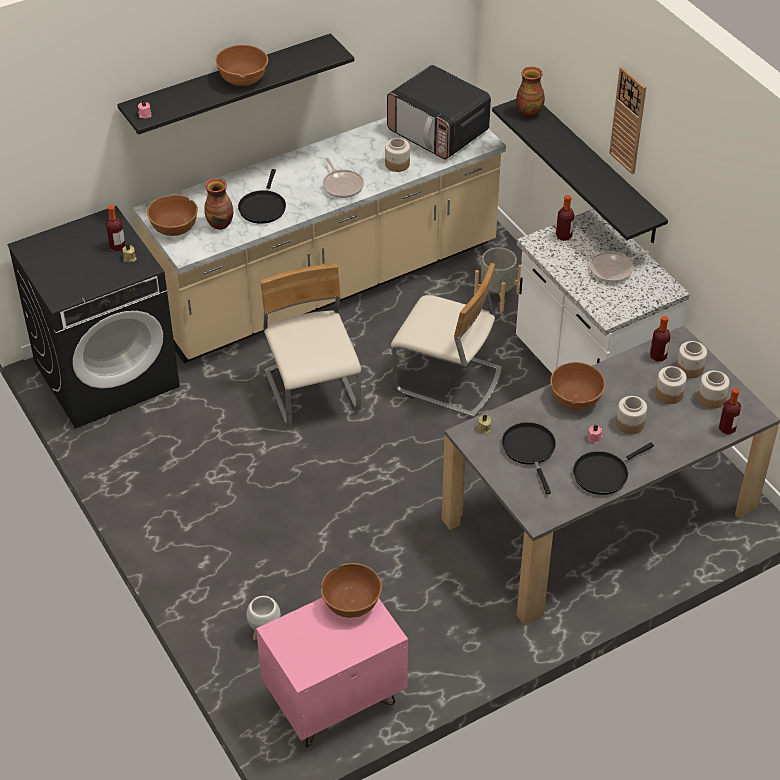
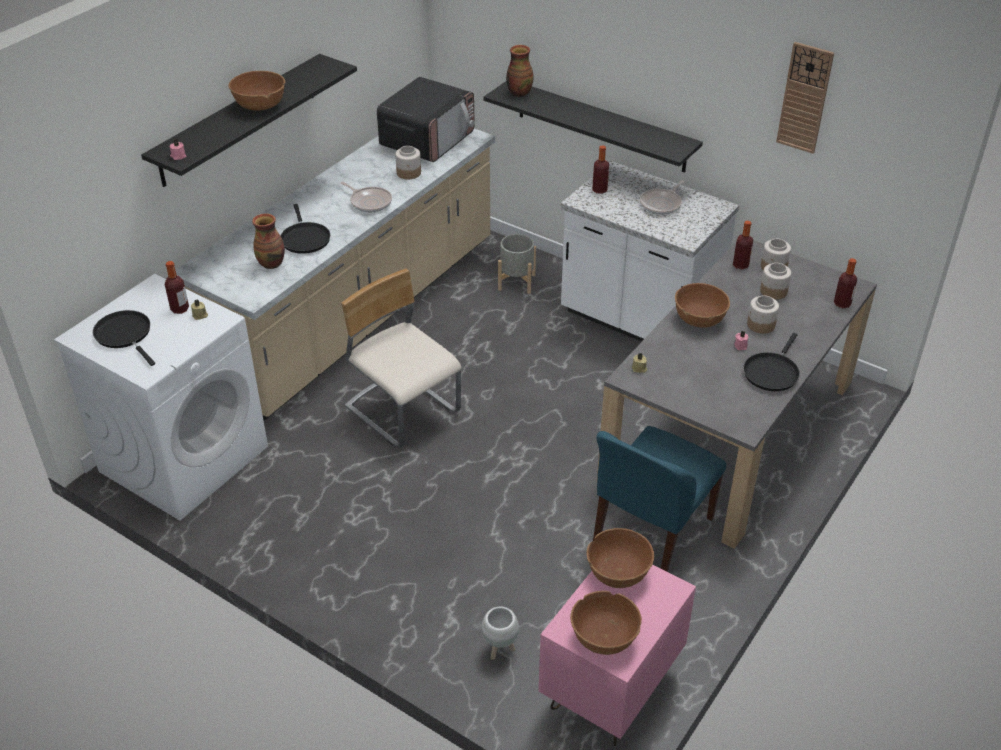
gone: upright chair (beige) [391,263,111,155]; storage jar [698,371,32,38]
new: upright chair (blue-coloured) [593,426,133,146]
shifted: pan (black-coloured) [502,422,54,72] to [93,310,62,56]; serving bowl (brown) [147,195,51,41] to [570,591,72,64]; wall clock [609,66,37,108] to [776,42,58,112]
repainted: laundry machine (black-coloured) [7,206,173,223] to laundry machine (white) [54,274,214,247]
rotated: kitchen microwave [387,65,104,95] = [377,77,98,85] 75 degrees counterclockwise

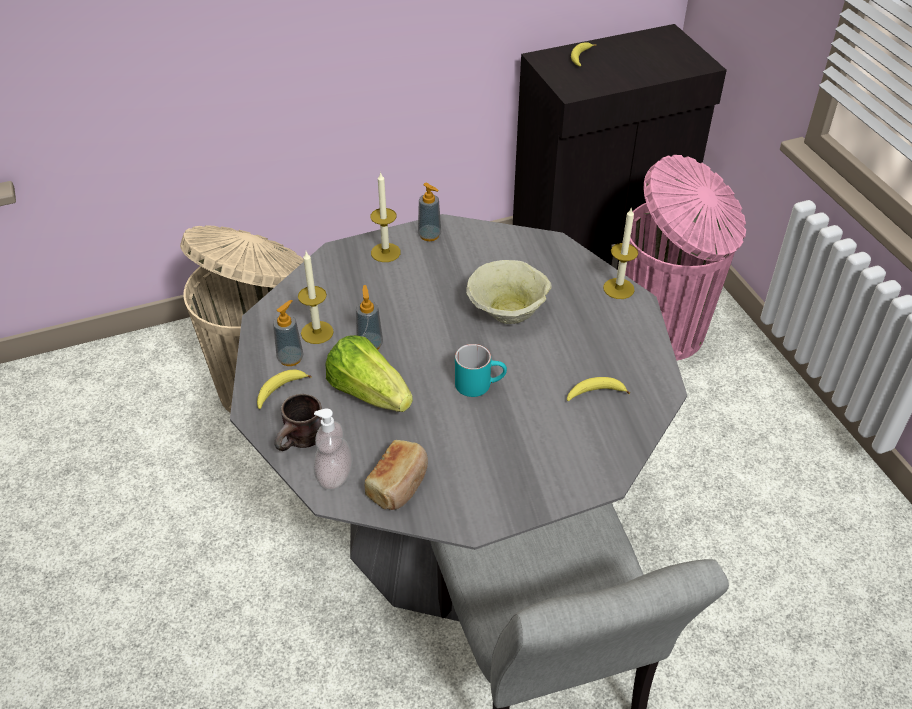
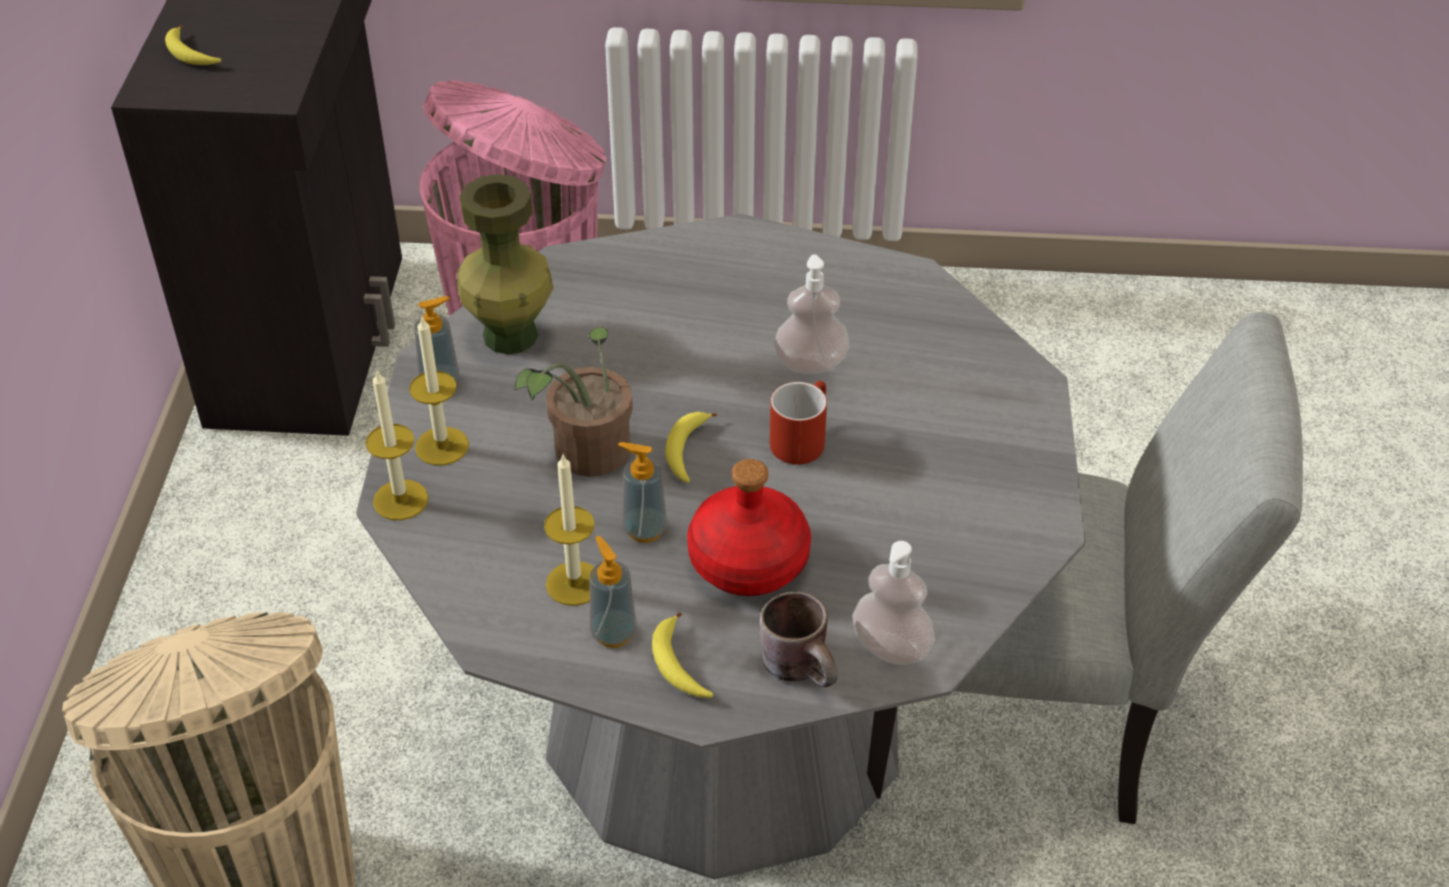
gone: bakery bread [364,440,64,70]; serving bowl (beige) [466,260,86,64]
new: flower vase (greenish) [457,174,96,181]; potted plant [514,327,119,150]; liquid soap bottle [774,255,76,119]
shifted: wax light [603,207,35,92] to [366,371,63,149]; banana [567,377,63,24] to [665,412,52,71]
swapped: lettuce [325,335,88,77] to bottle (red) [687,459,124,137]
repainted: coffee mug (turquoise) [455,344,52,53] to coffee mug (red) [770,381,57,84]

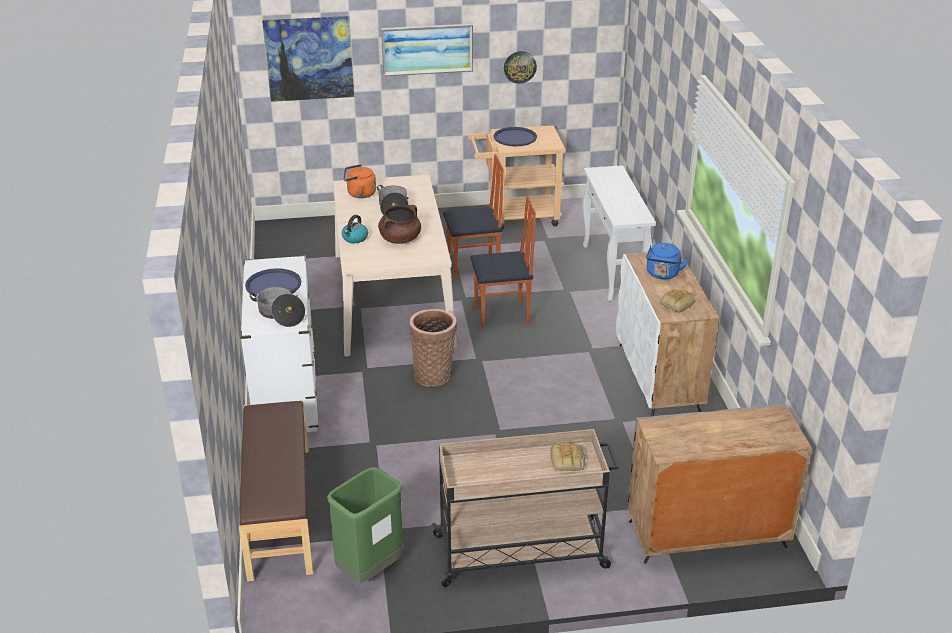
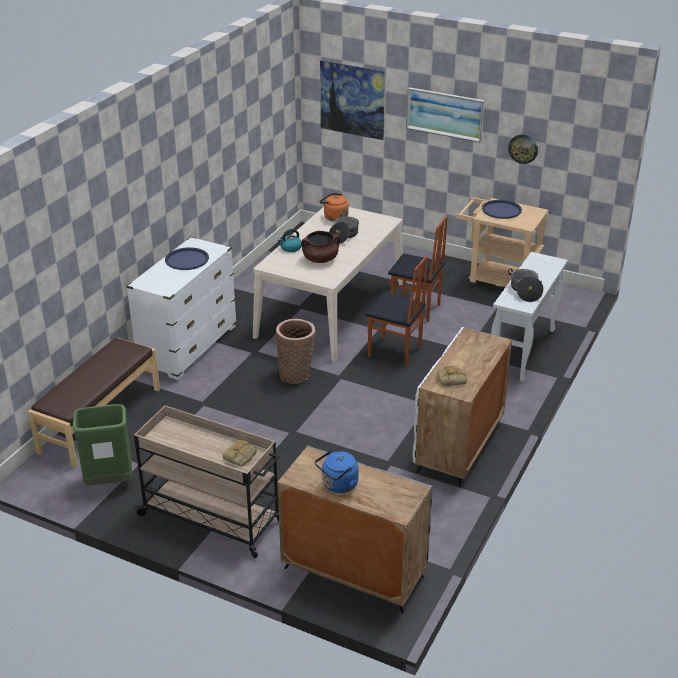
shifted: water kettle (blue-coloured) [646,243,43,36] to [315,451,44,42]; cooking pot [250,286,55,41] to [508,268,36,34]

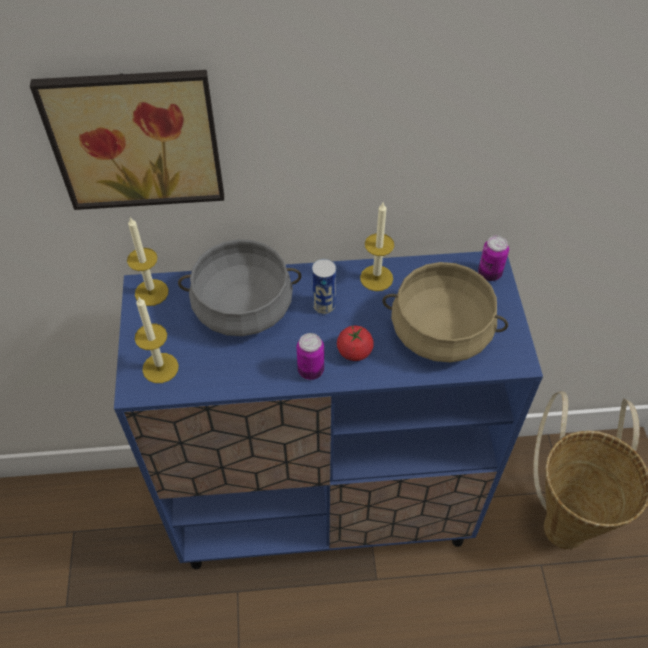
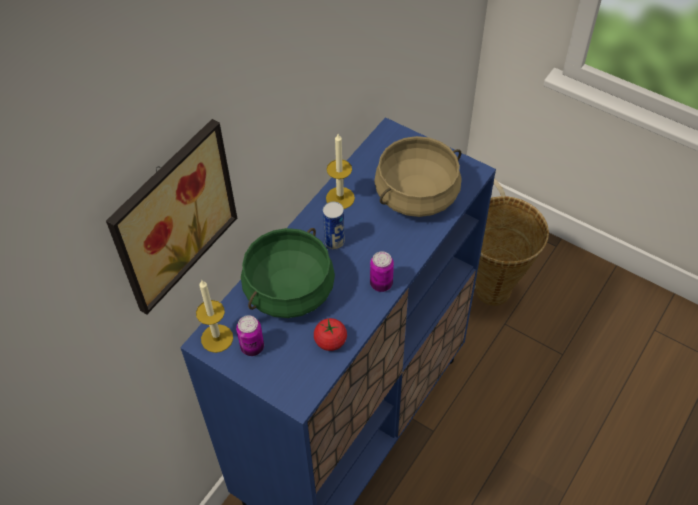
gone: wax light [135,296,44,87]
shifted: sealed can [478,236,31,45] to [236,315,28,41]; fresh tomato [337,326,37,35] to [314,318,33,33]
repainted: cooking pot (gray) [178,239,124,97] to cooking pot (greenish) [241,228,94,90]

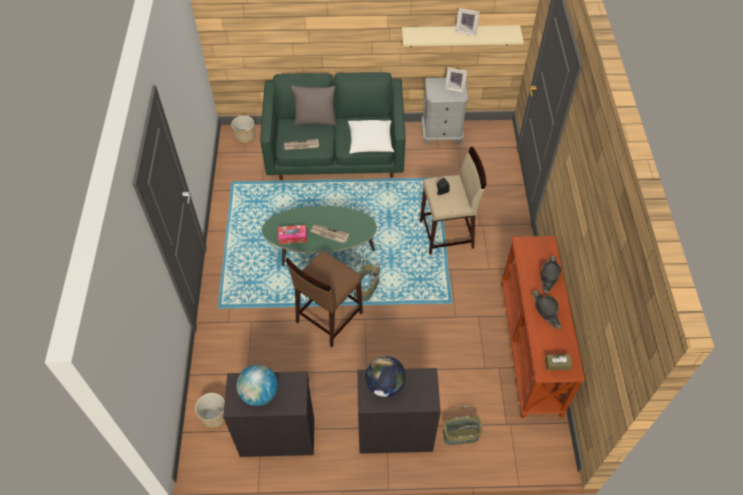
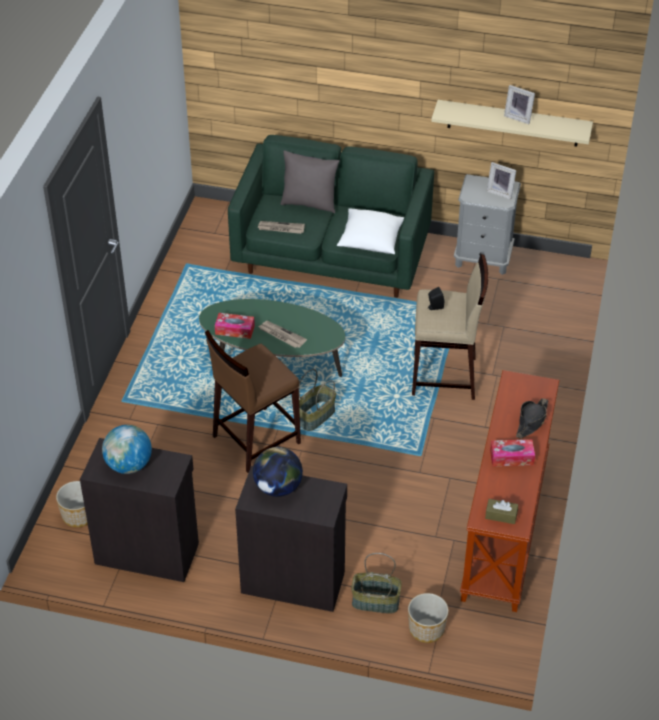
shifted: plant pot [231,115,24,29] to [408,593,40,50]
swapped: hat (black-coloured) [532,290,30,39] to box of tissues [490,439,45,27]

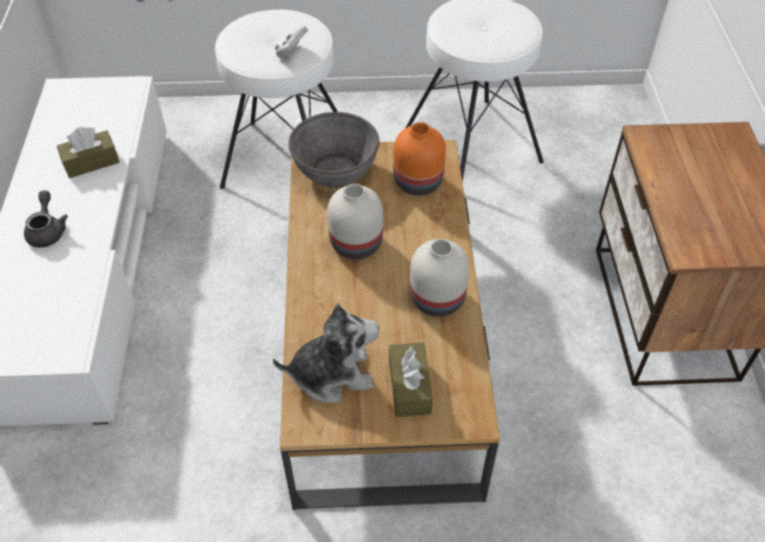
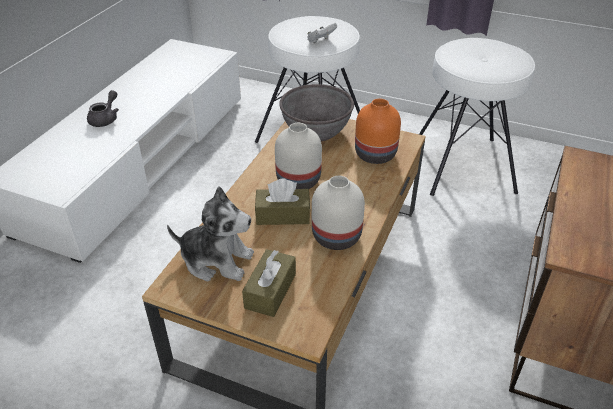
shifted: box of tissues (brown) [57,127,62,51] to [255,178,55,47]

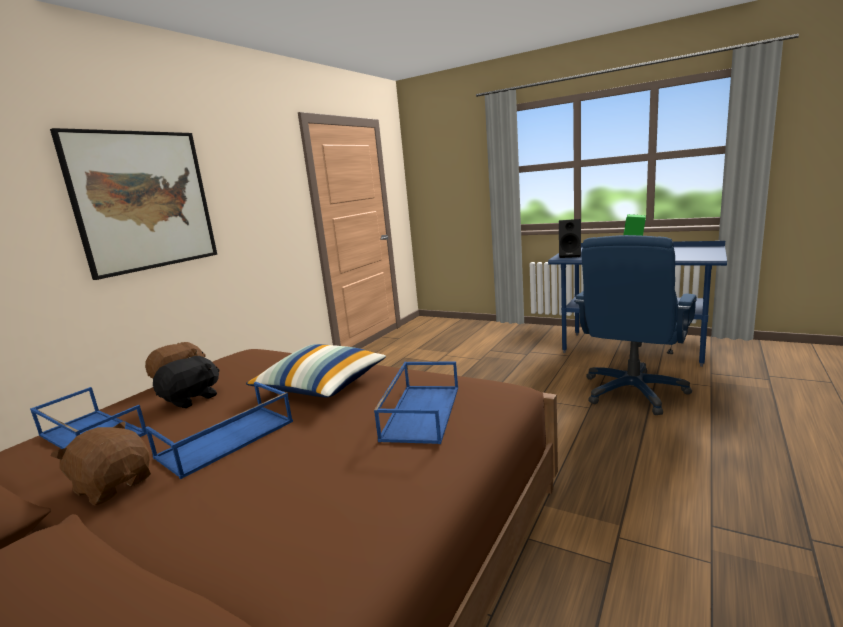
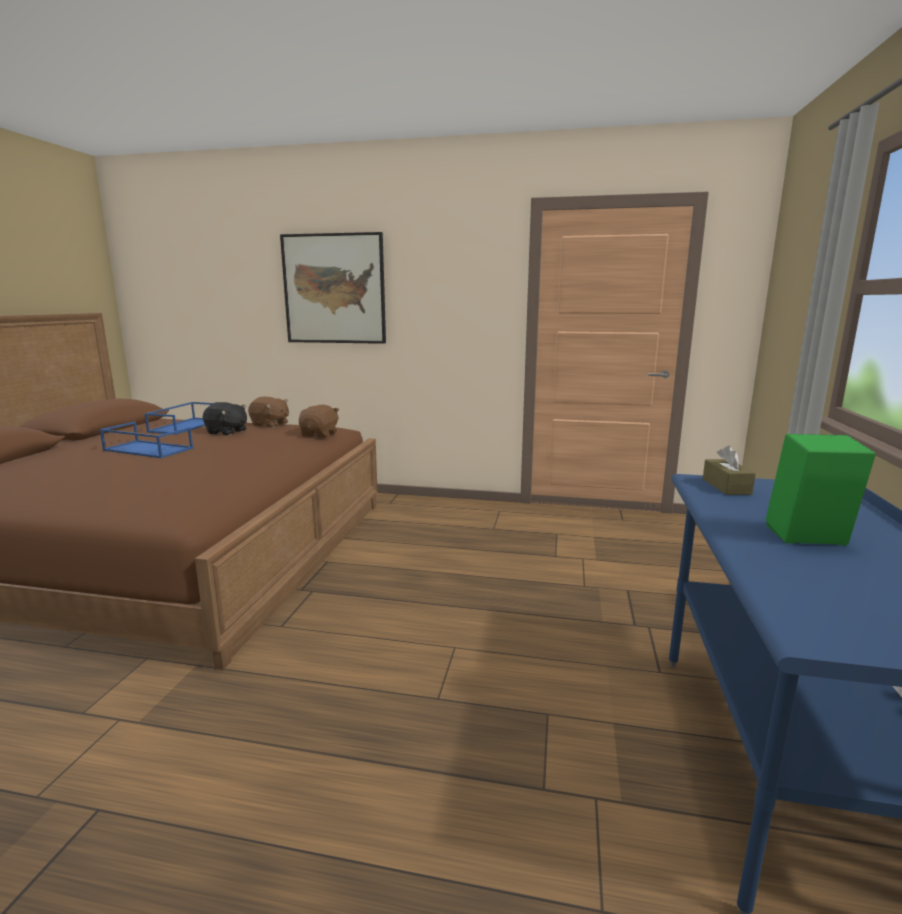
gone: throw pillow [246,344,140,54]; carrying tray (blue-coloured) [374,361,84,83]; desk chair (blue-coloured) [574,235,123,180]
shifted: plush toy (brown) [51,421,100,85] to [299,404,40,34]
swapped: loudspeaker (black-coloured) [559,219,22,39] to box of tissues (brown) [703,445,53,50]

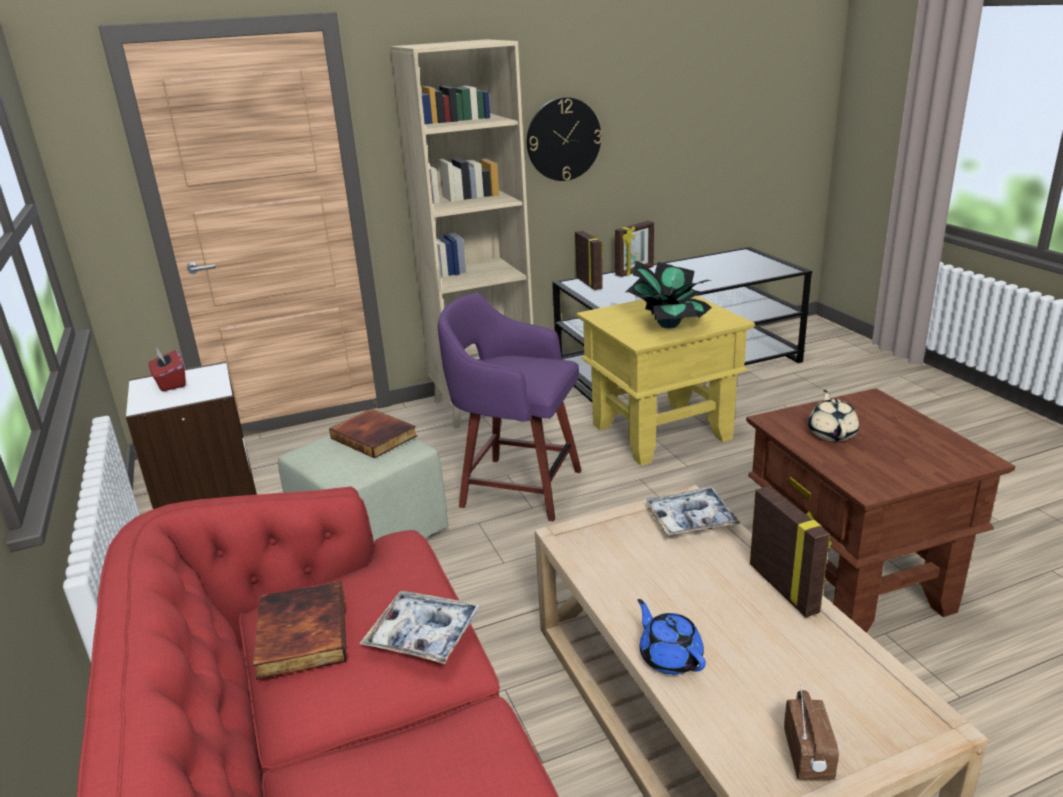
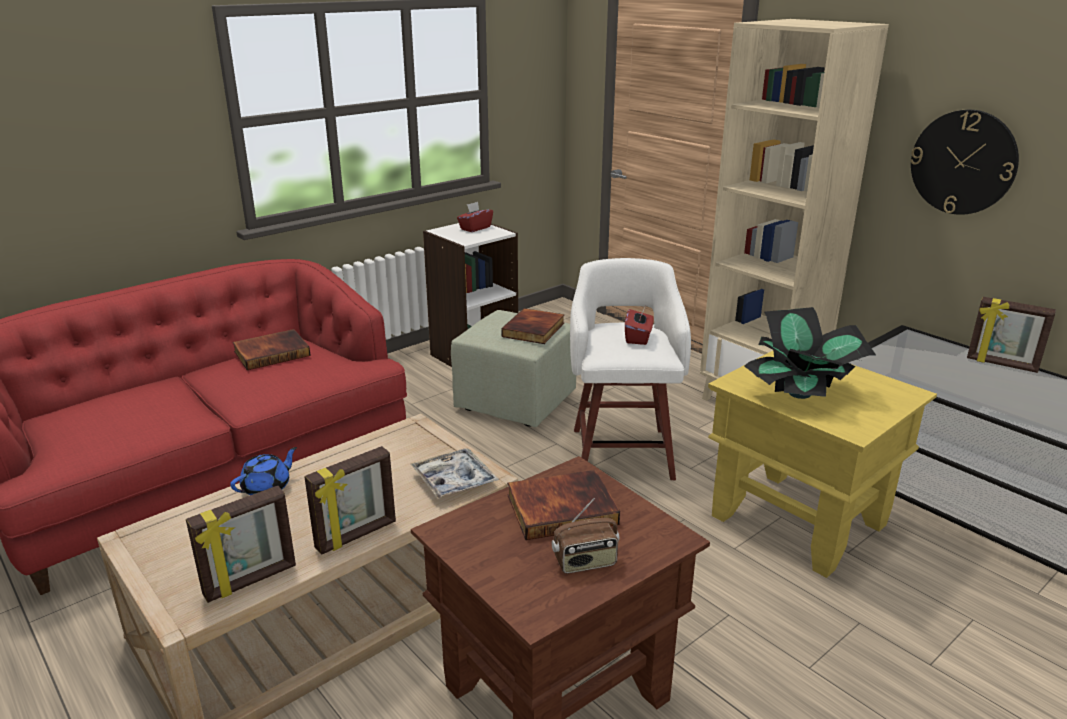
gone: carrying tray [359,591,122,73]
new: box of tissues (red) [625,308,29,37]
shifted: picture frame [575,231,29,59] to [186,486,110,117]; radio [784,684,56,96] to [552,498,67,76]
swapped: teapot (beige) [808,390,51,52] to volume [507,470,113,70]
repainted: stool (purplish) [438,293,143,228] to stool (white) [570,258,121,222]

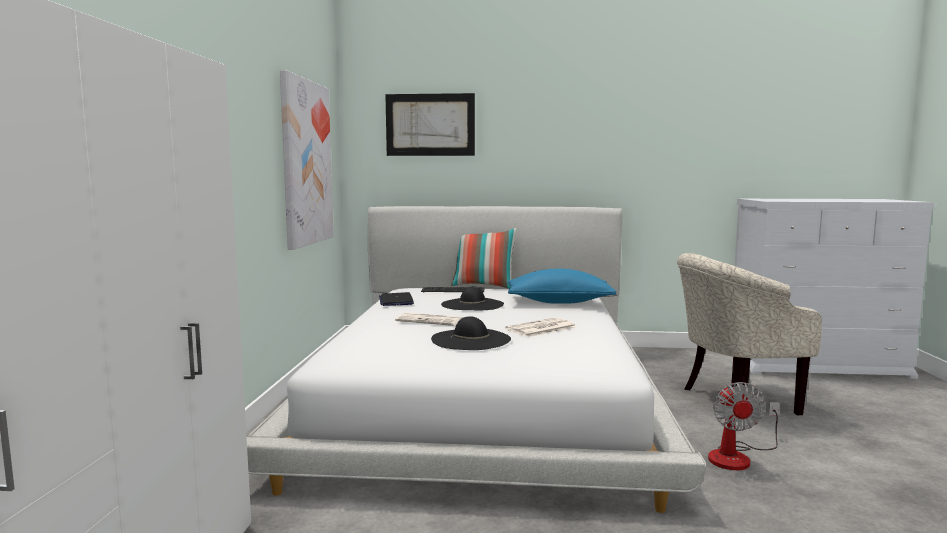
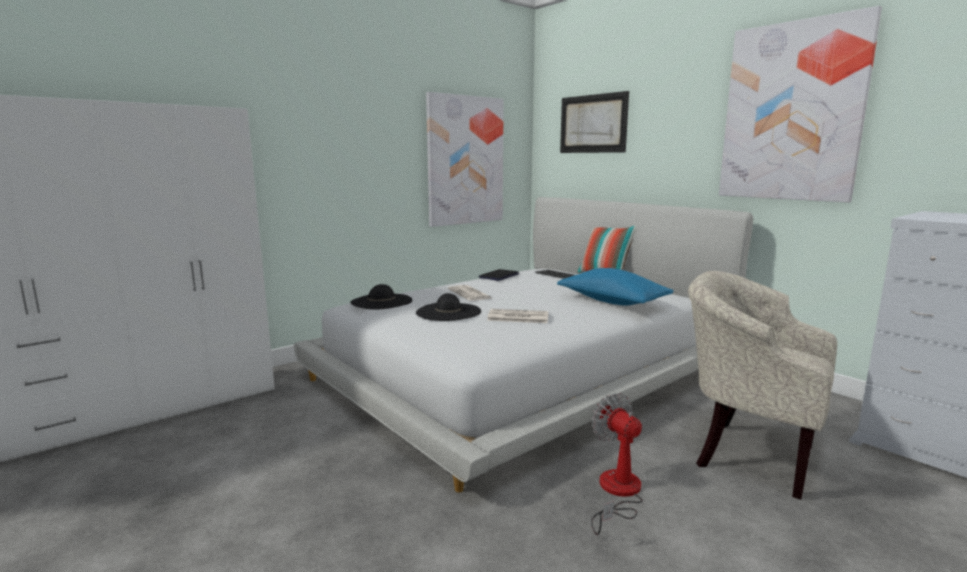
new: wall art [719,6,163,197]
shifted: hat (black-coloured) [441,286,63,24] to [350,284,62,26]
rotated: fan [708,382,71,88] = [591,393,52,142] 105 degrees clockwise

